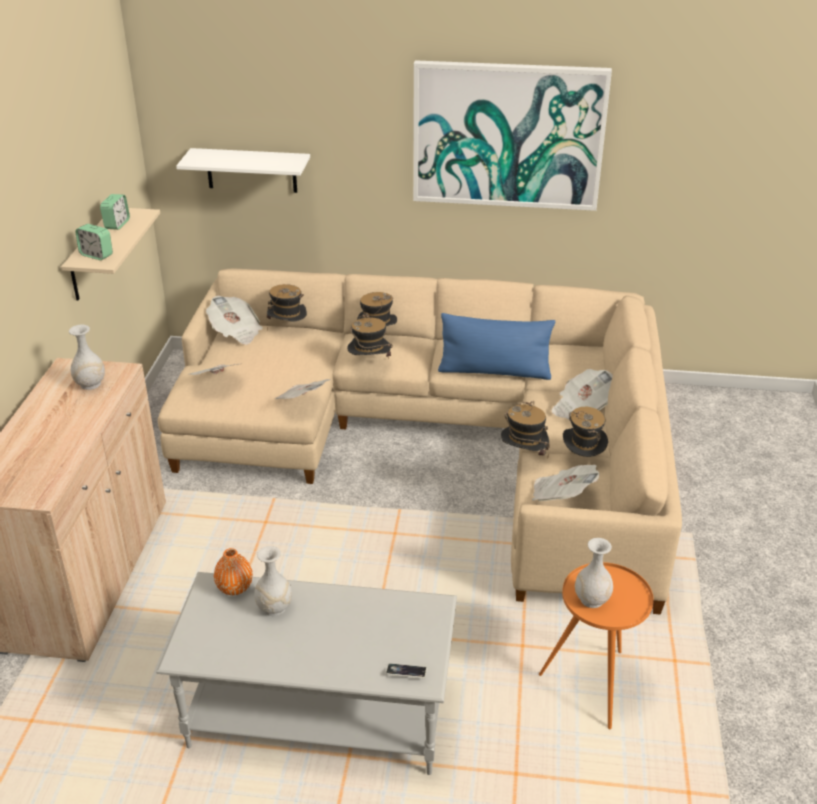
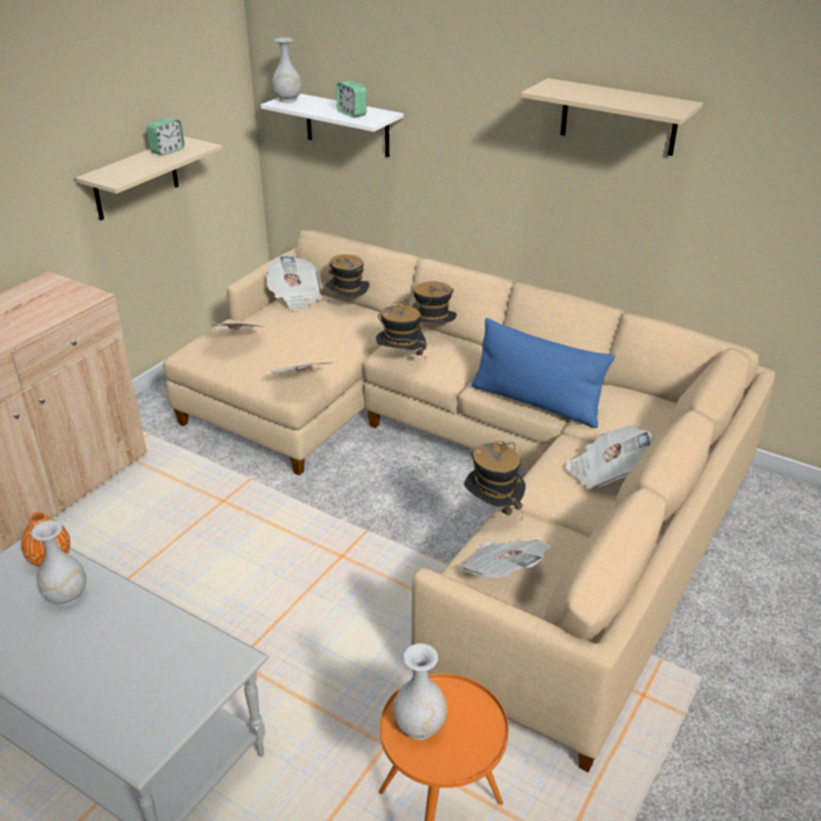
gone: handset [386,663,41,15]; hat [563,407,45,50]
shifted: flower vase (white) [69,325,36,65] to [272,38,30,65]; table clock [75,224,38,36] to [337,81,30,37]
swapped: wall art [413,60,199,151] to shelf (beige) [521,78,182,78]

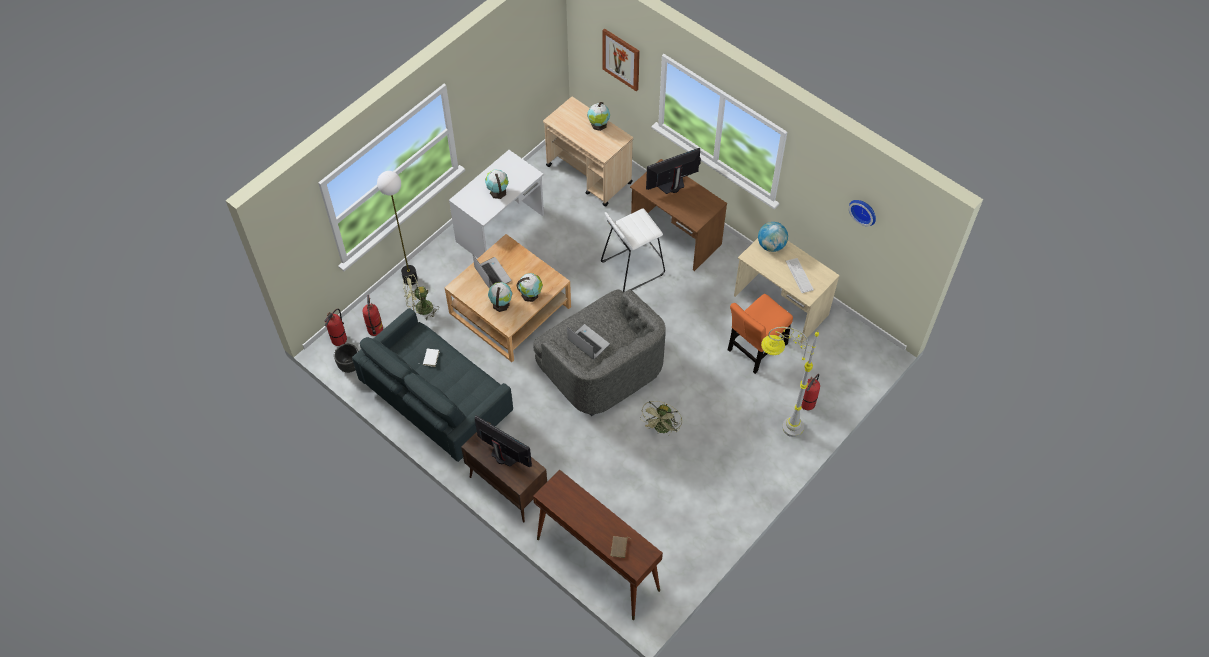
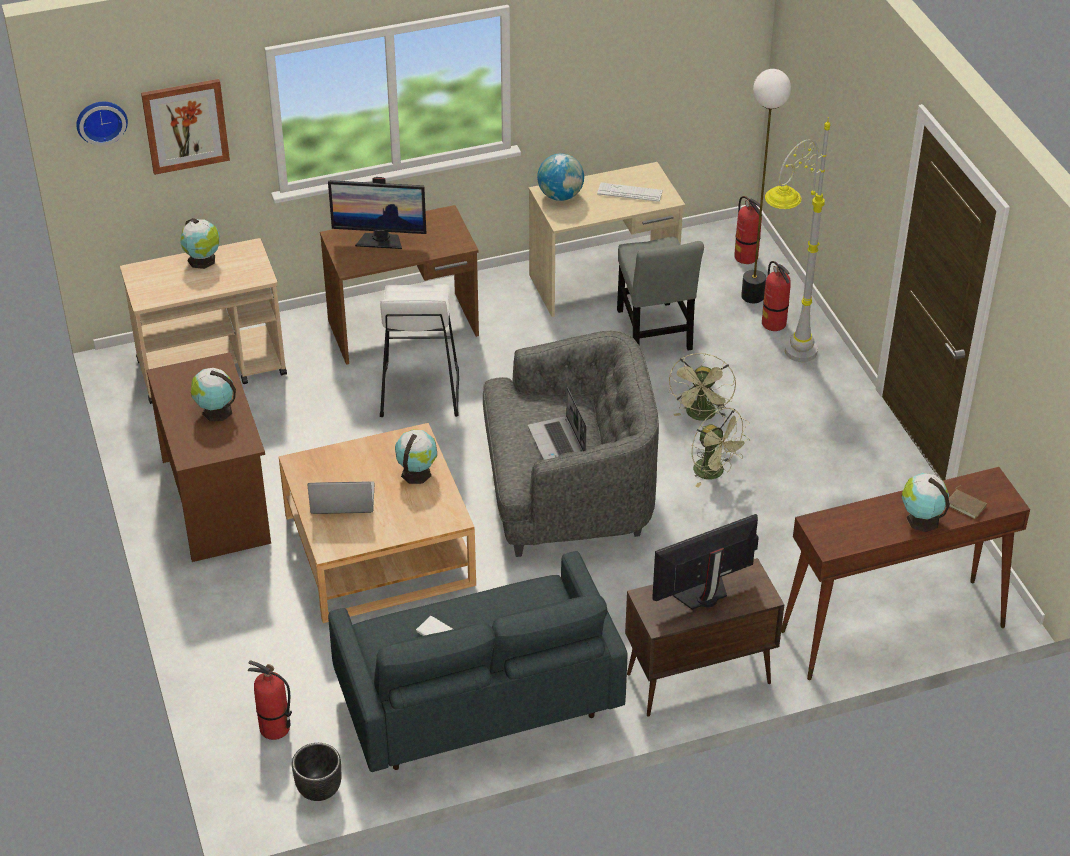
shifted: wall clock [849,200,27,26] to [76,102,52,44]; fan (greenish) [403,274,36,46] to [669,353,67,68]; fire extinguisher [324,309,23,37] to [734,196,28,68]; standard lamp [377,171,41,114] to [741,69,50,234]; world globe [488,282,24,30] to [902,473,48,59]
repainted: desk (white) [449,150,95,108] to desk (brown) [146,352,125,210]; upright chair (orangey) [728,294,65,80] to upright chair (gray) [617,237,87,114]
rotated: monitor [646,148,55,46] = [328,177,98,72] 90 degrees counterclockwise; laptop [567,324,43,36] = [528,387,59,73] 90 degrees counterclockwise

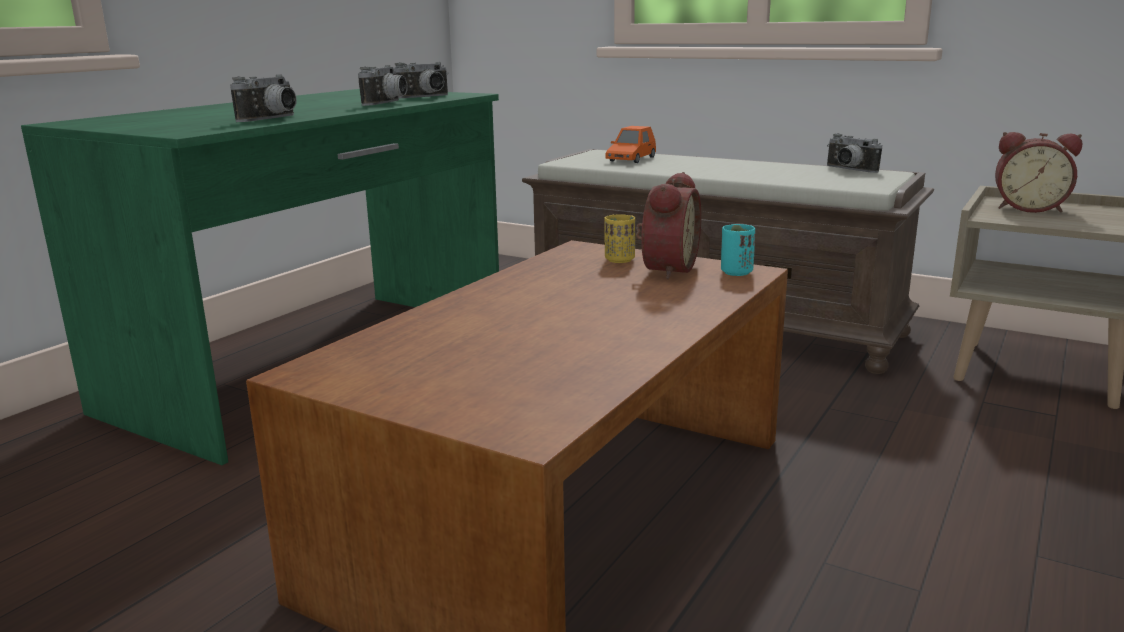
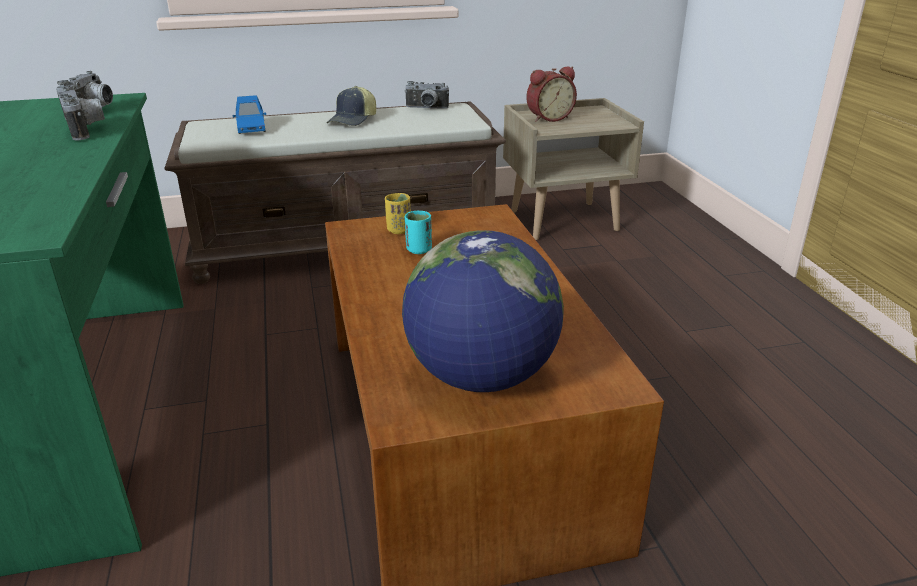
gone: still camera [230,75,67,47]; table clock [636,172,65,108]
new: peaked cap [327,86,49,40]; world globe [402,230,162,162]
shifted: small cup (turquoise) [721,224,34,52] to [405,211,27,43]
repainted: toy car (orangey) [605,126,51,37] to toy car (blue-coloured) [232,95,34,39]

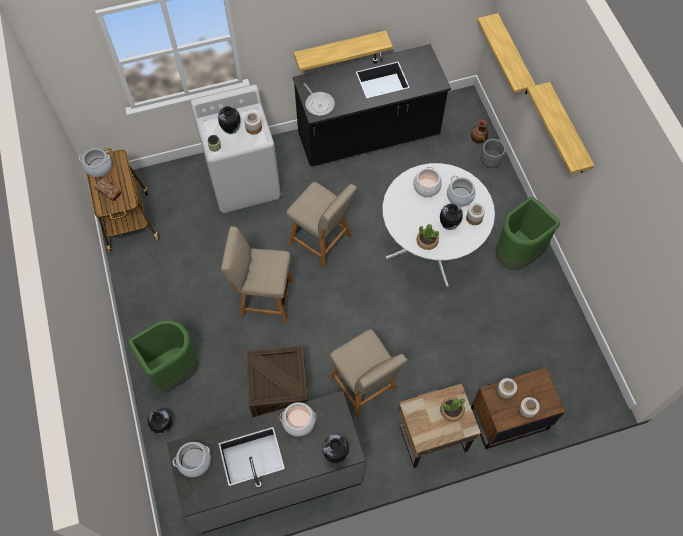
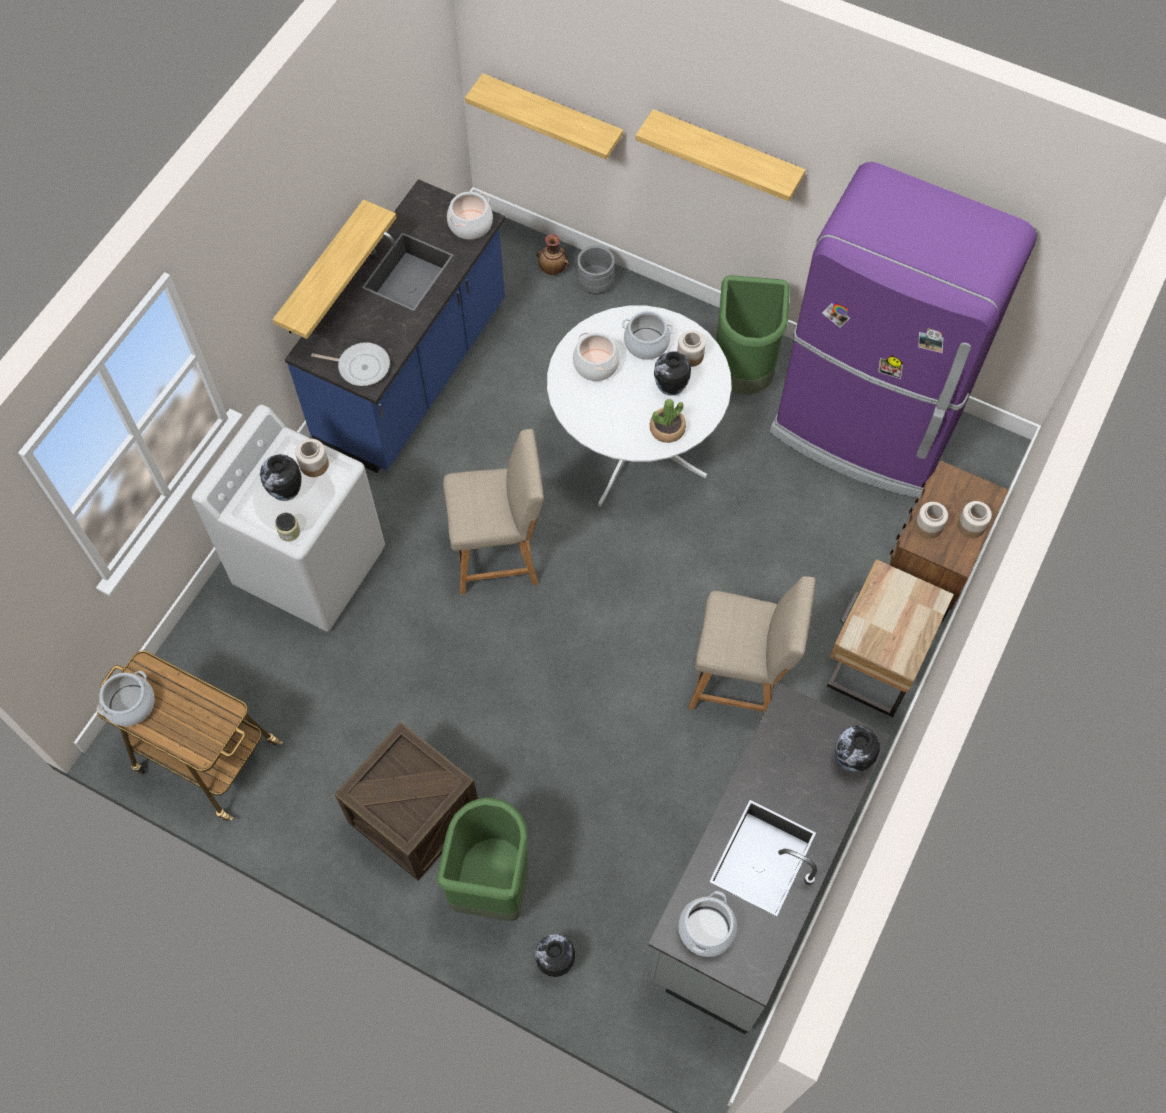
gone: bakery bread [94,179,28,22]; upright chair (beige) [221,226,73,97]; potted plant [440,397,25,25]
new: kitchen fridge (purplish) [770,162,267,336]
shifted: crate [246,345,62,72] to [334,722,144,159]; cooking pot [280,402,37,35] to [447,192,46,48]
repainted: kitchen base unit (black-coloured) [293,44,158,122] to kitchen base unit (blue-coloured) [285,179,220,294]

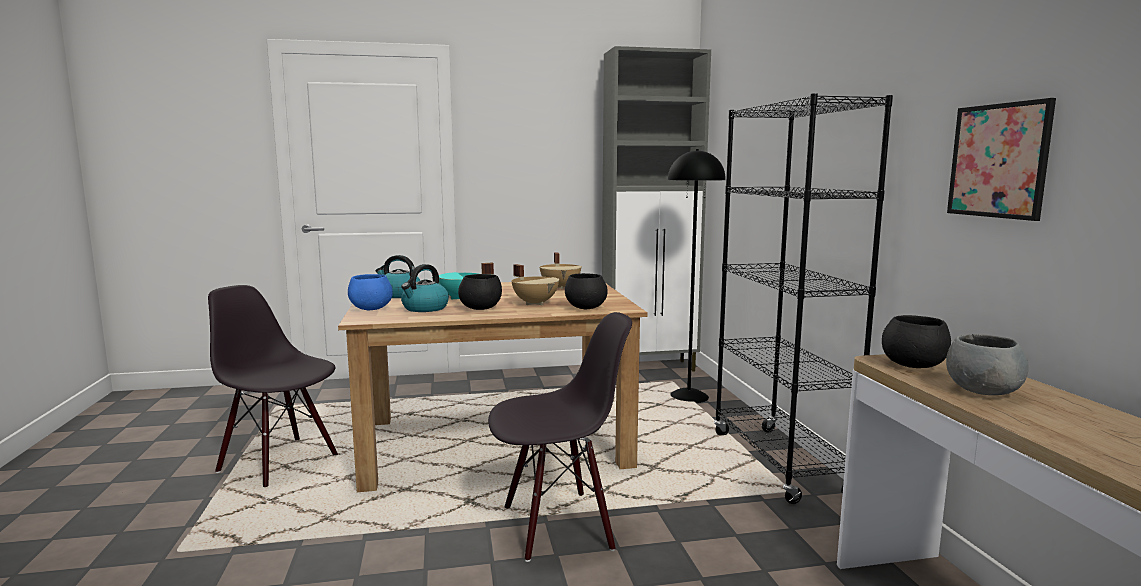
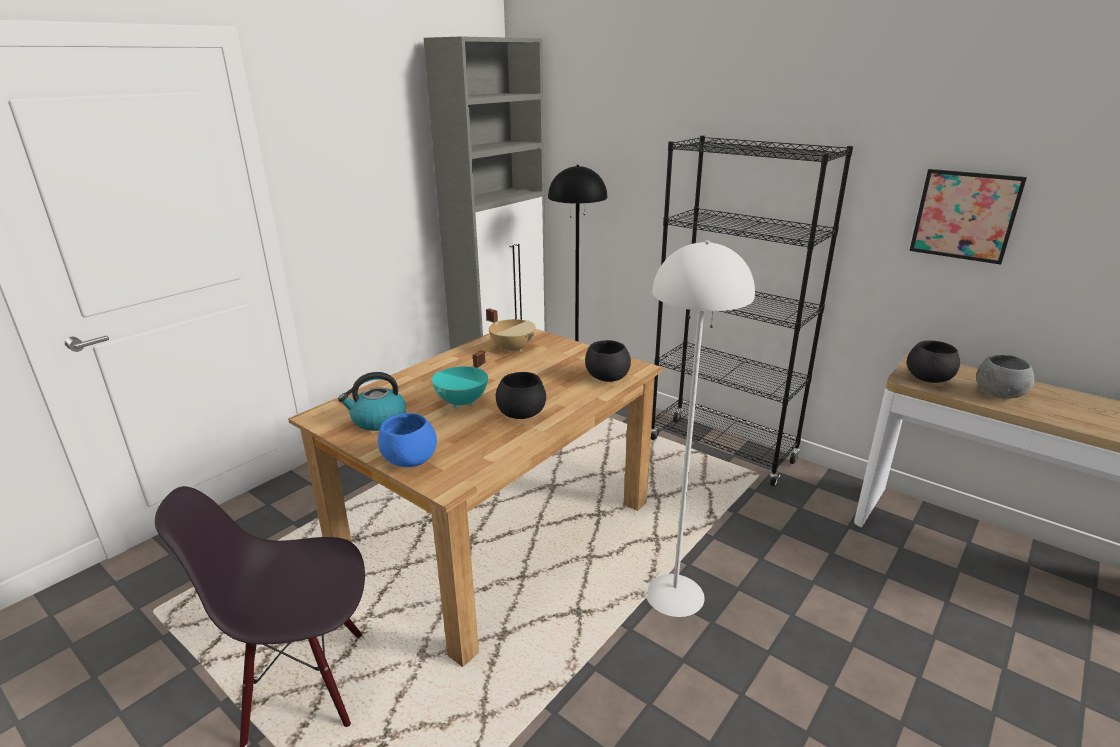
gone: water kettle [401,264,48,48]; cooking pot (beige) [512,264,47,41]
swapped: upright chair (black-coloured) [488,312,144,250] to standard lamp (white) [646,241,109,376]

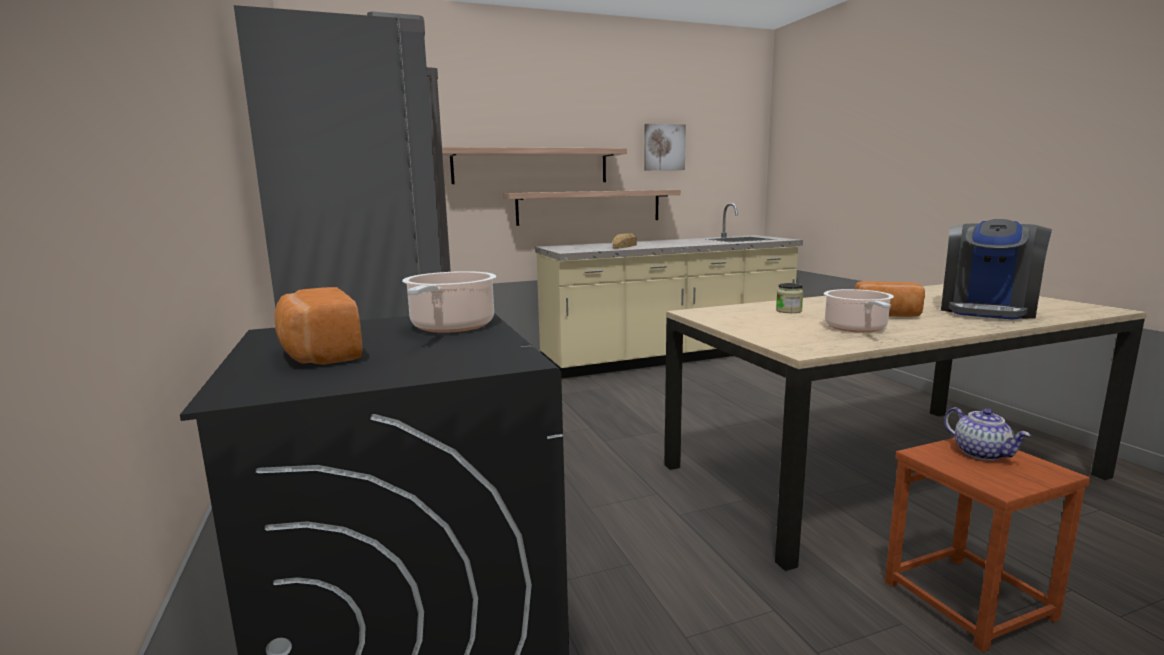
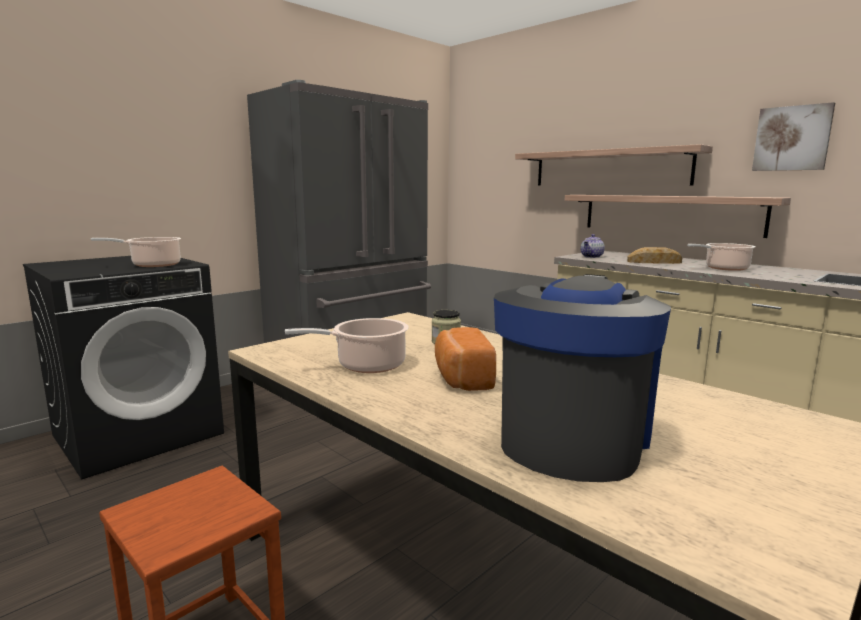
gone: bakery bread [275,287,88,78]
new: cooking pot [687,243,68,28]
shifted: teapot [944,407,87,54] to [581,234,24,24]
rotated: coffee brewer [941,219,111,101] = [494,274,177,208] 105 degrees clockwise

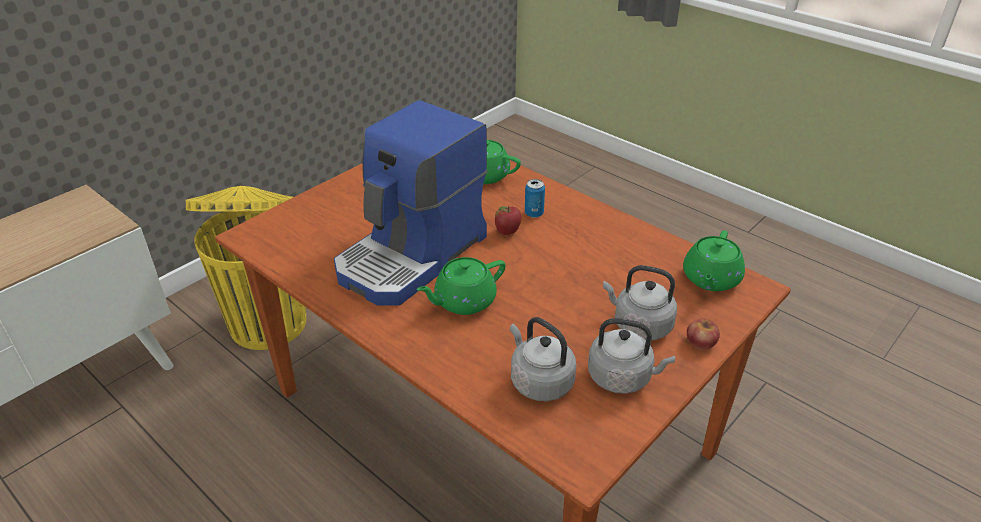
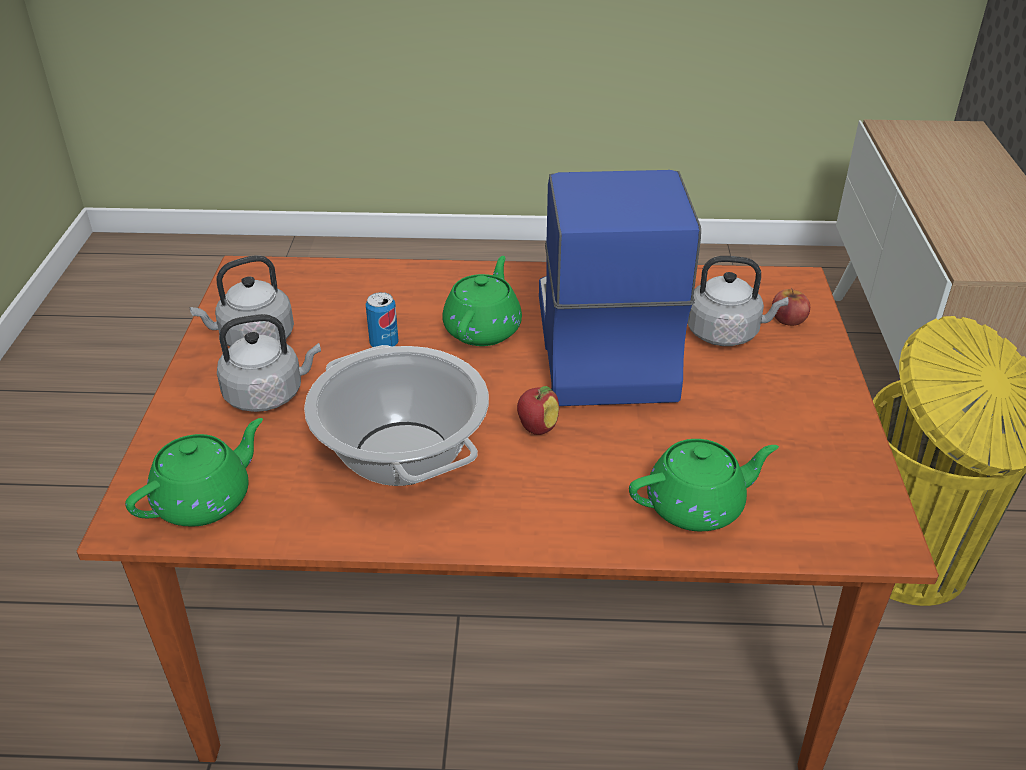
new: cooking pot [304,345,185,141]
shifted: sealed can [525,179,20,39] to [366,292,33,55]; water kettle (gray) [510,317,66,84] to [688,256,101,90]; apple [687,318,33,32] to [772,288,38,38]
rotated: teapot (greenish) [683,230,62,61] = [125,418,138,108] 60 degrees clockwise

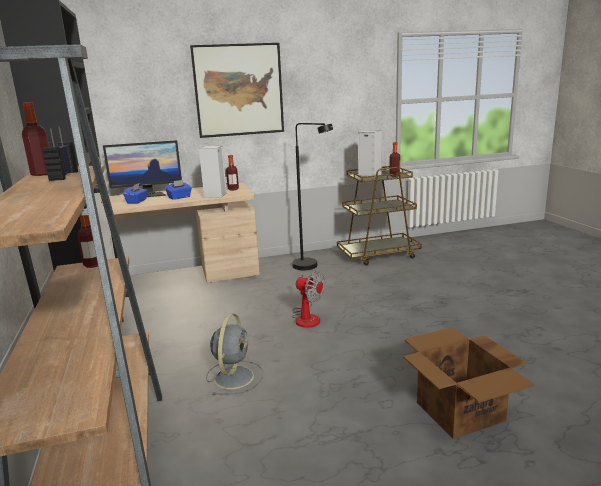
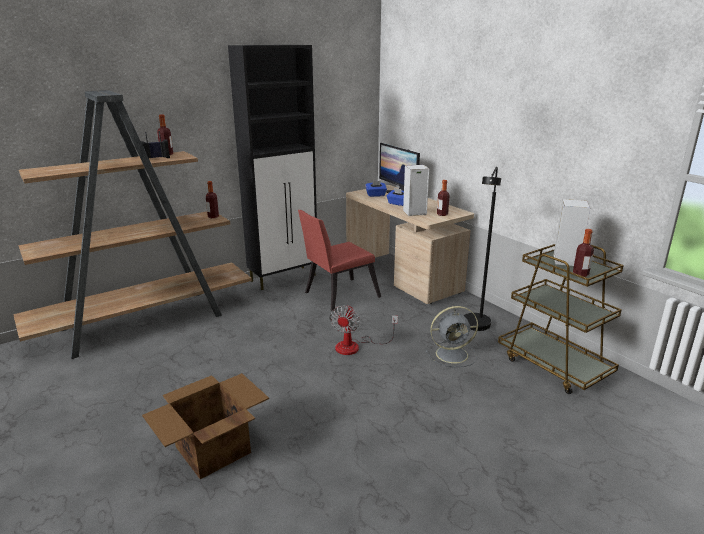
gone: wall art [190,43,94,95]
new: upright chair (red) [298,210,83,101]
shifted: fan (gray) [206,313,57,82] to [426,306,52,61]

